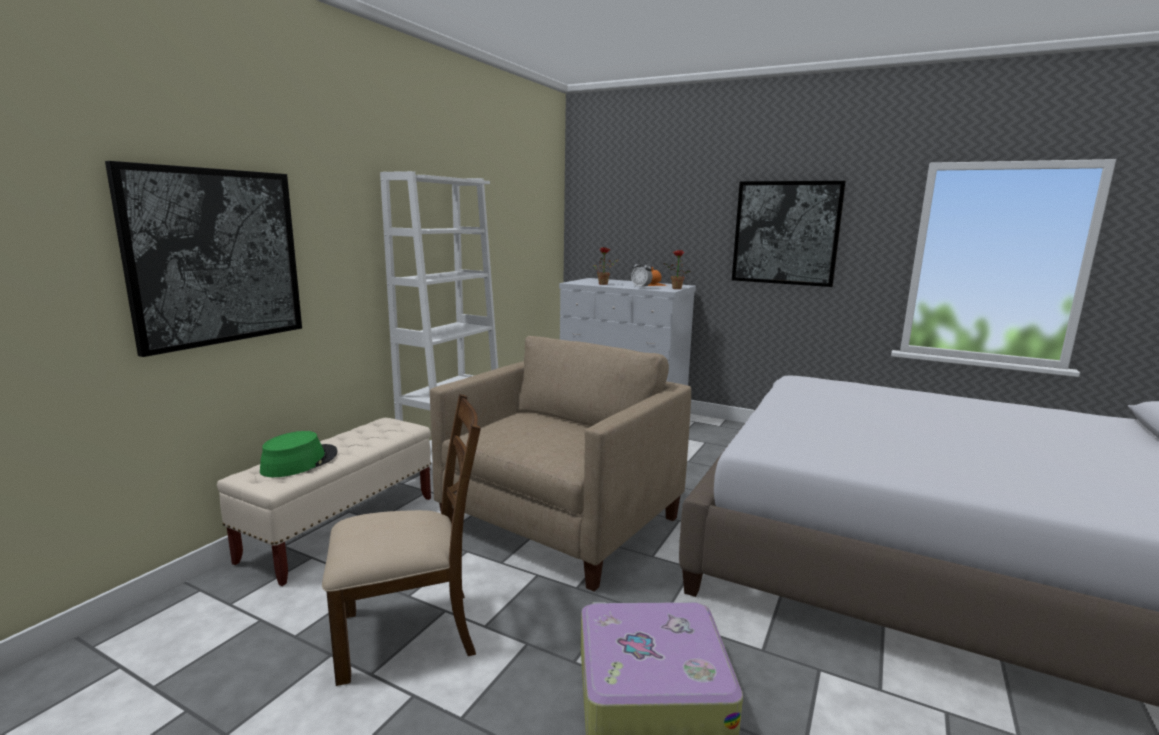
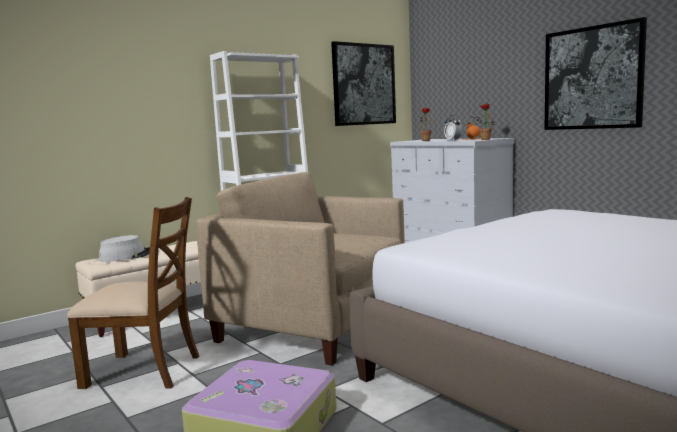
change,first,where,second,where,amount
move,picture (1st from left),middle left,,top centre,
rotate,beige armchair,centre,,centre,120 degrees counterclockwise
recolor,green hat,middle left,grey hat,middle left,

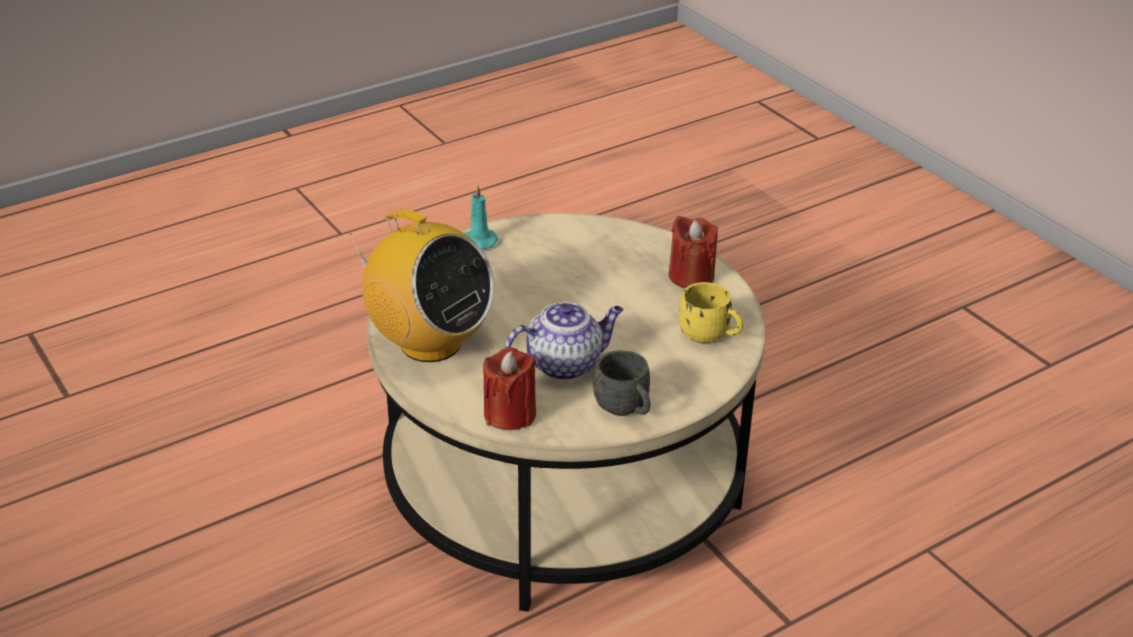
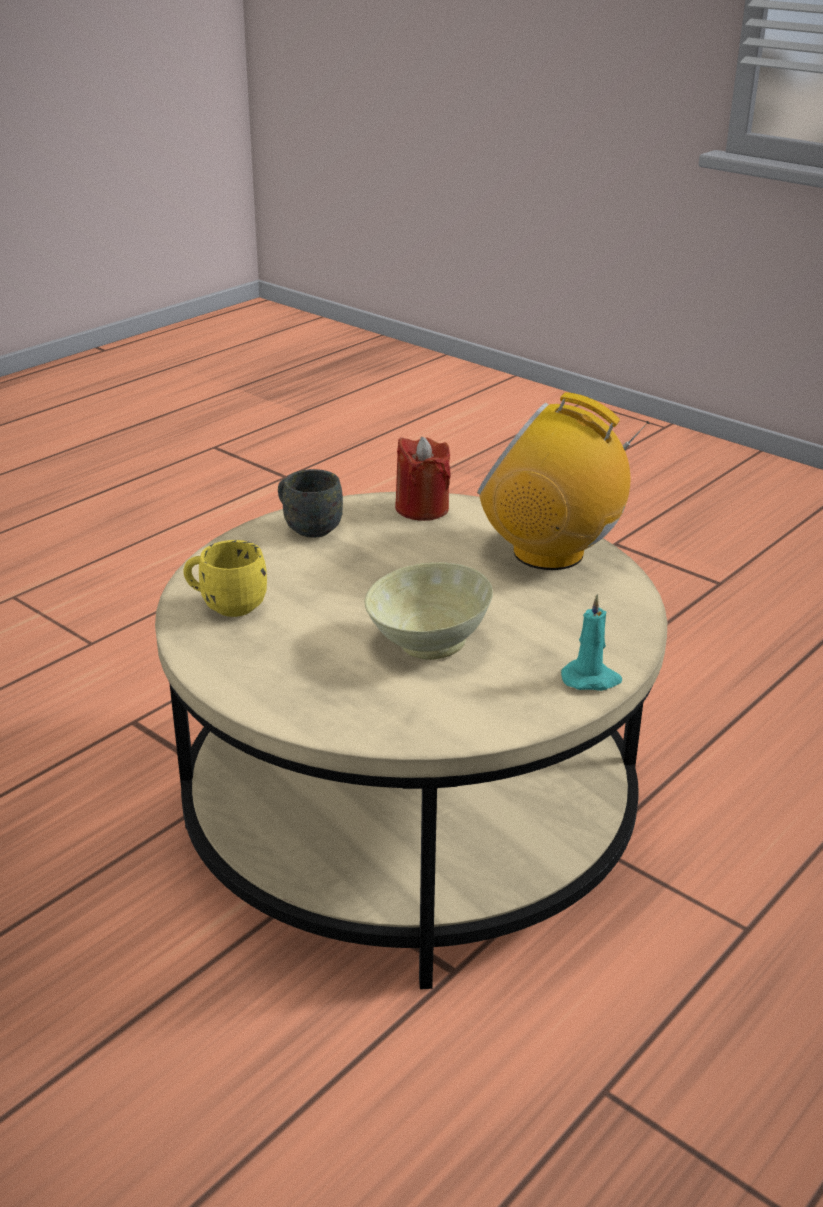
change,first,where,second,where,amount
delete,red candle (2nd from left),centre,,,
delete,teapot,centre,,,
insert,,,beige bowl,centre,

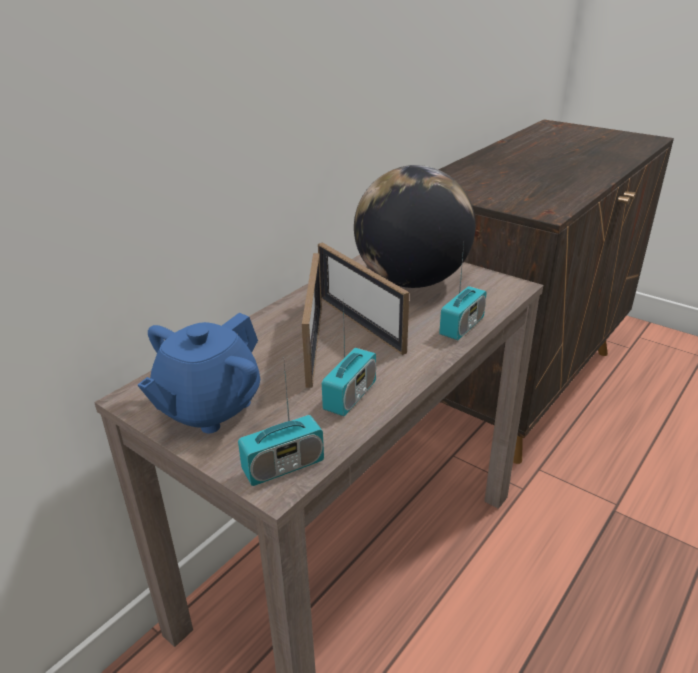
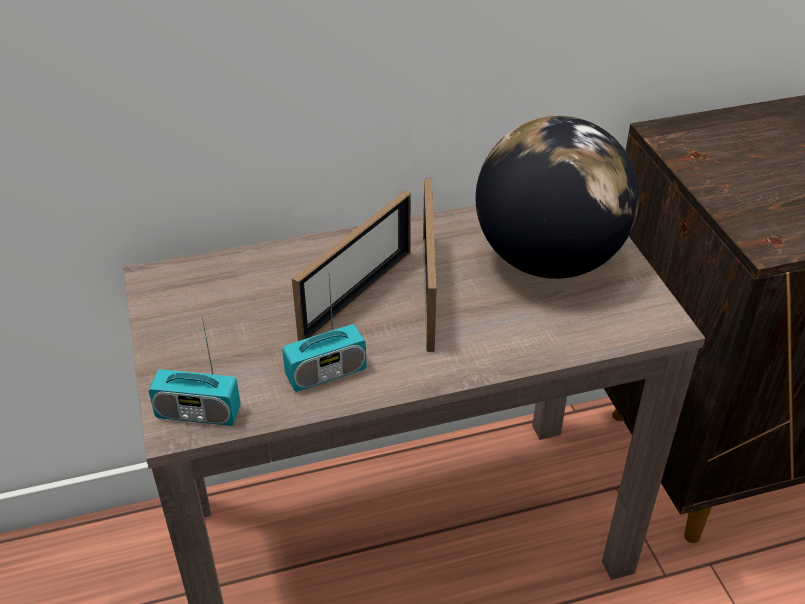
change,first,where,second,where,amount
delete,radio (3rd from left),centre,,,
delete,blue teapot,middle left,,,

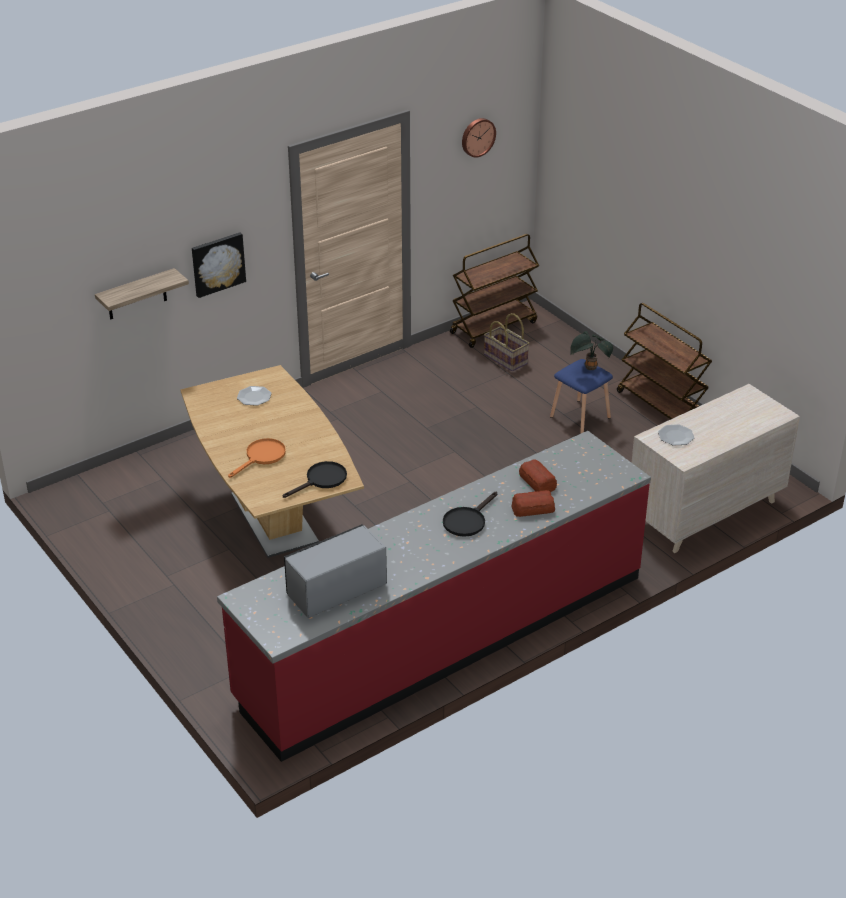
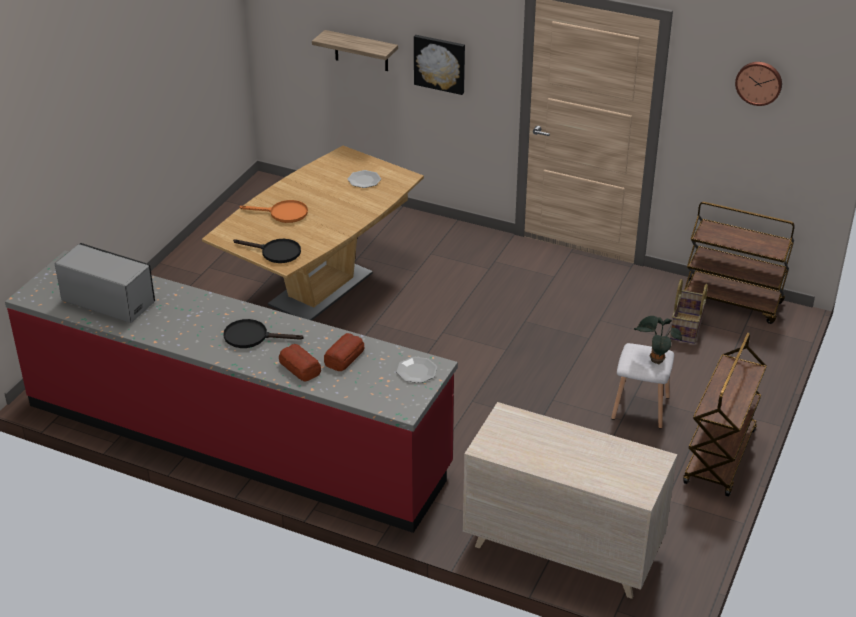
change,first,where,second,where,amount
recolor,blue stool,middle right,white stool,middle right,
move,plate (2nd from left),middle right,,centre,

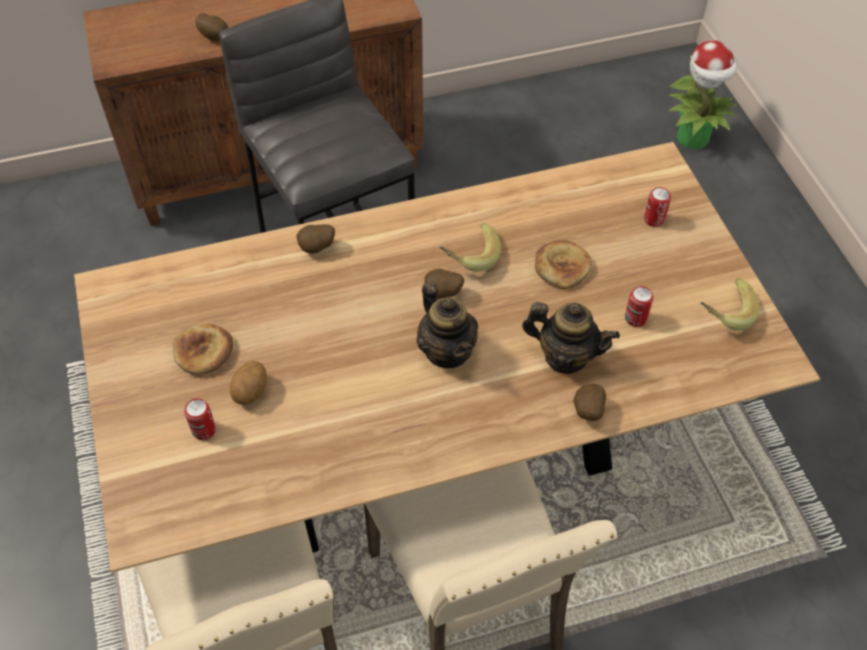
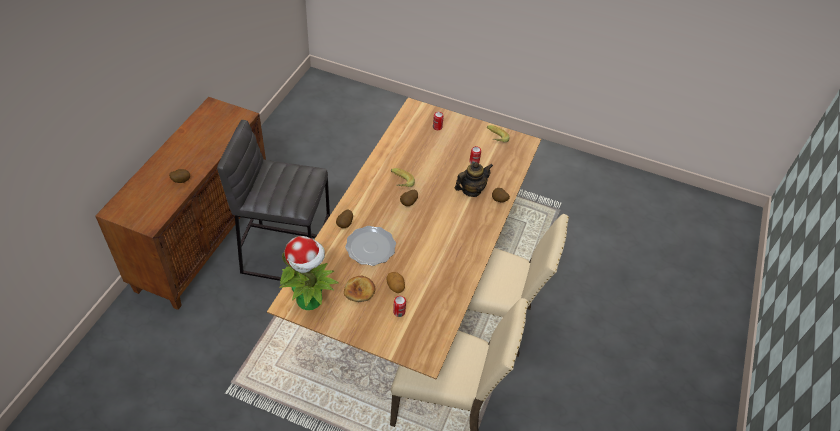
change,first,where,second,where,amount
move,potted plant,top right,,centre,
delete,bread (2nd from left),centre,,,
delete,teapot (1st from left),centre,,,
insert,,,plate,centre,

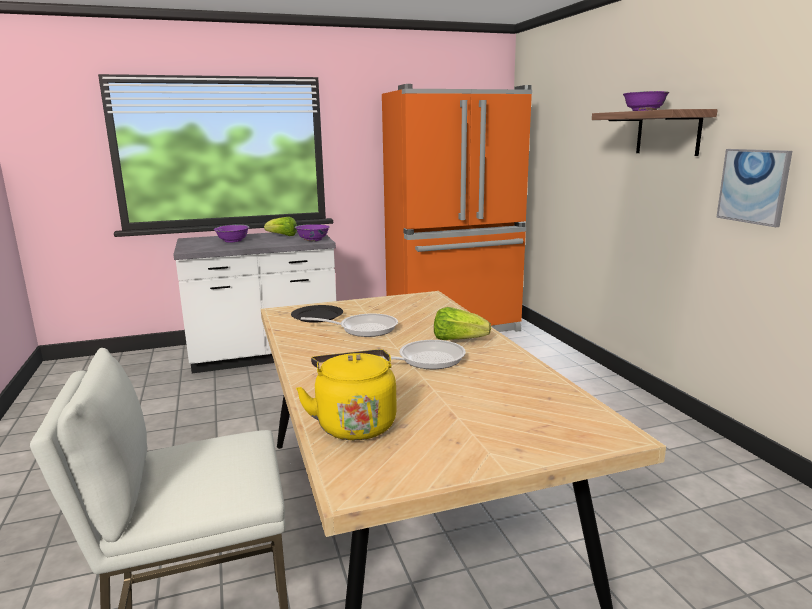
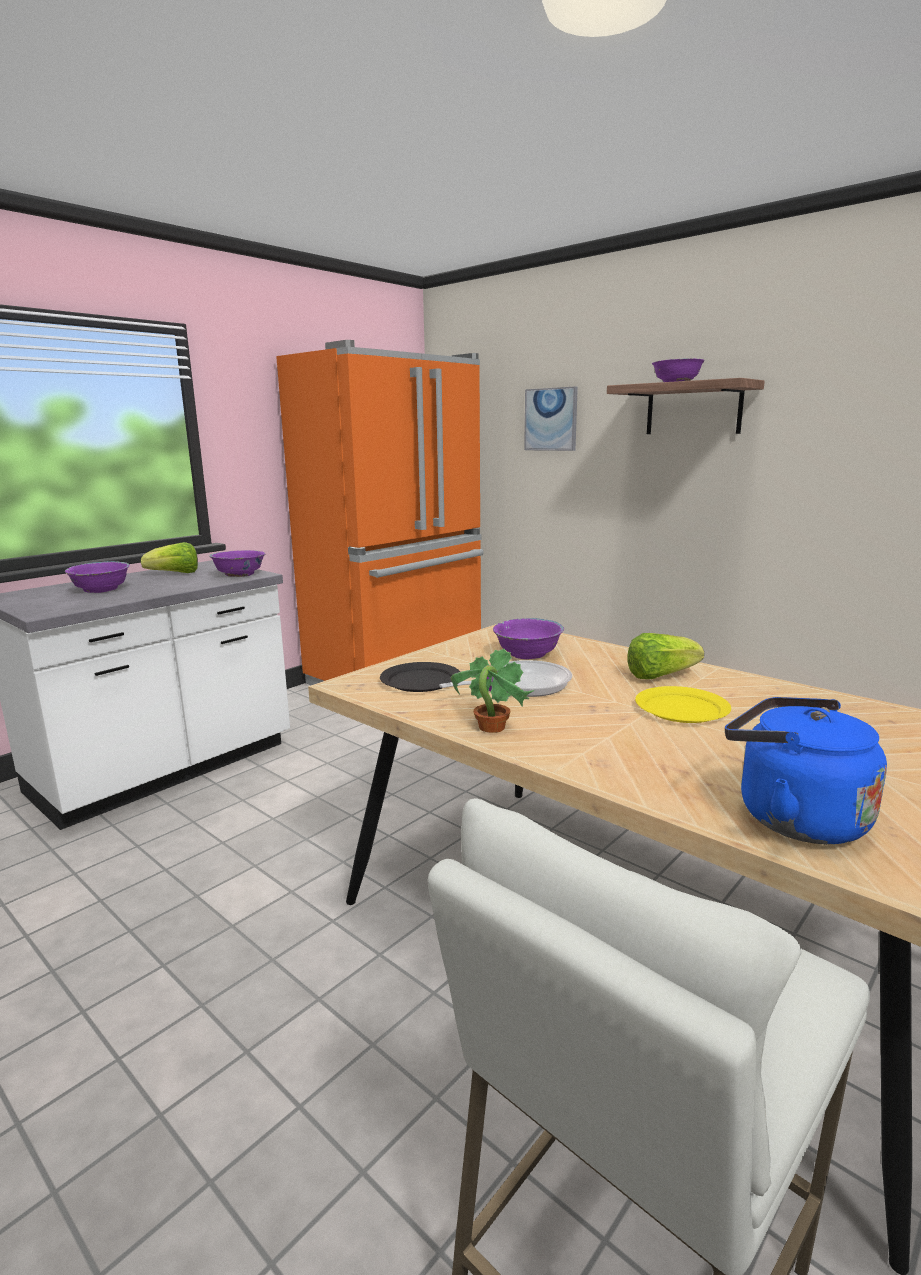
change,first,where,second,where,amount
move,picture,top right,,top centre,
replace,frying pan (2nd from left),centre,yellow plate,middle right,
recolor,yellow kettle,centre,blue kettle,middle right,
insert,,,purple bowl (3rd from left),centre,
insert,,,potted plant,centre,

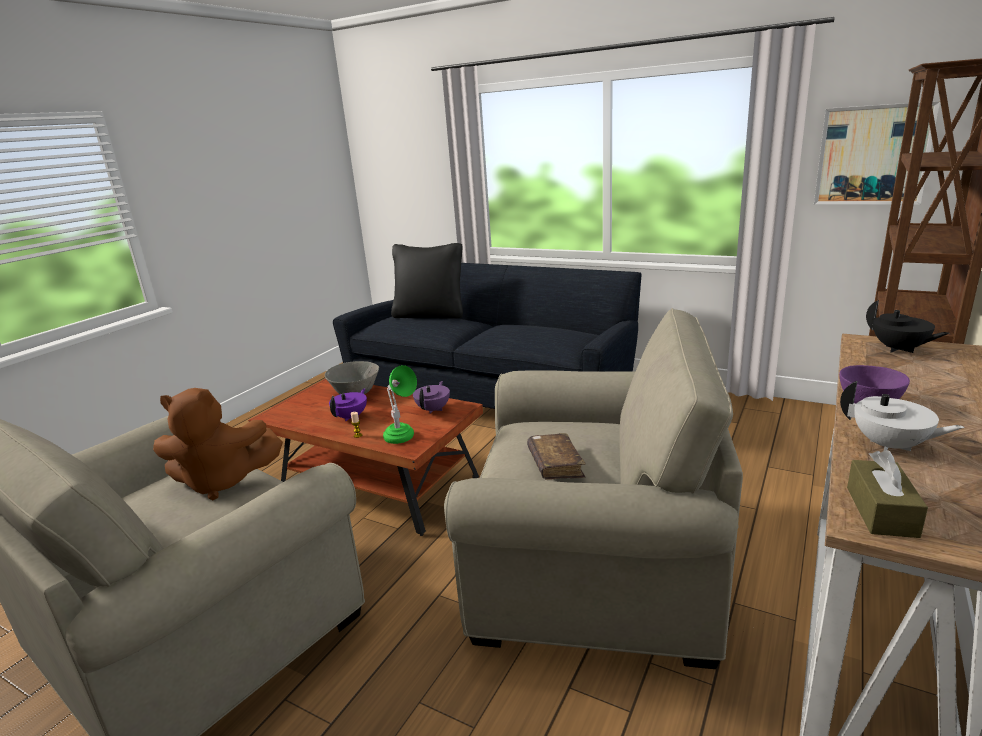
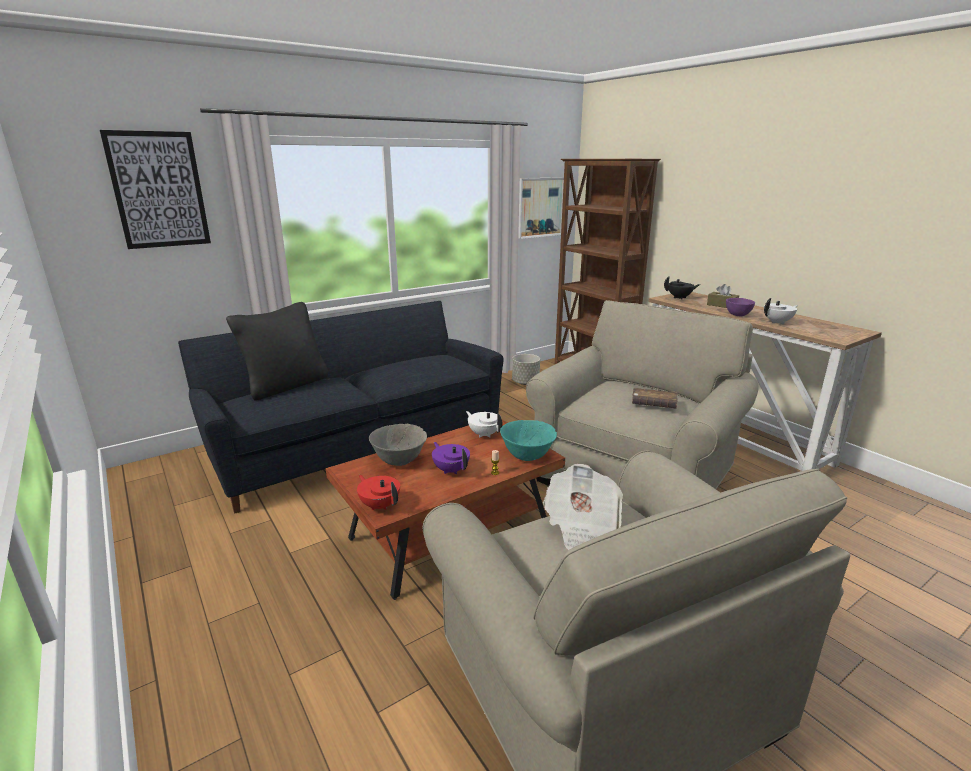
change,first,where,second,where,amount
replace,green table lamp,centre,turquoise bowl,centre,
recolor,purple teapot (2nd from left),centre,white teapot (1st from left),centre,
replace,brown plush toy,middle left,newspaper,centre,
move,brown tissue box,bottom right,,middle right,
insert,,,picture (1st from left),top left,
insert,,,grey planter,centre,
insert,,,red teapot,centre,

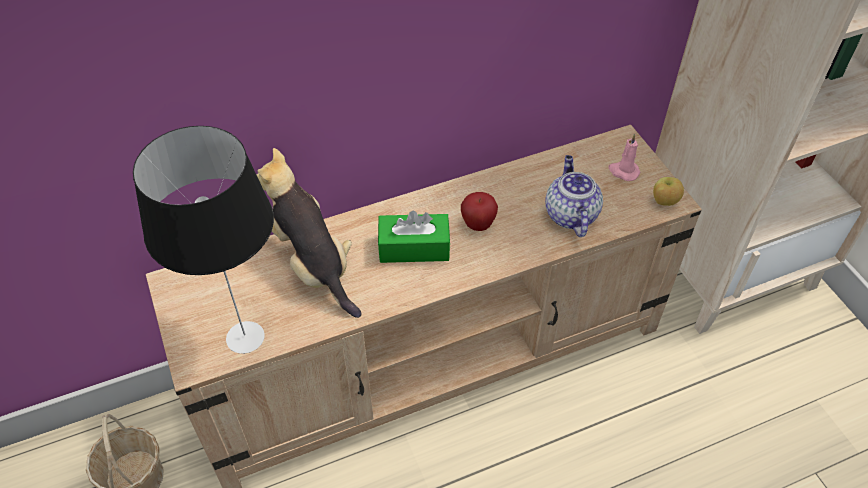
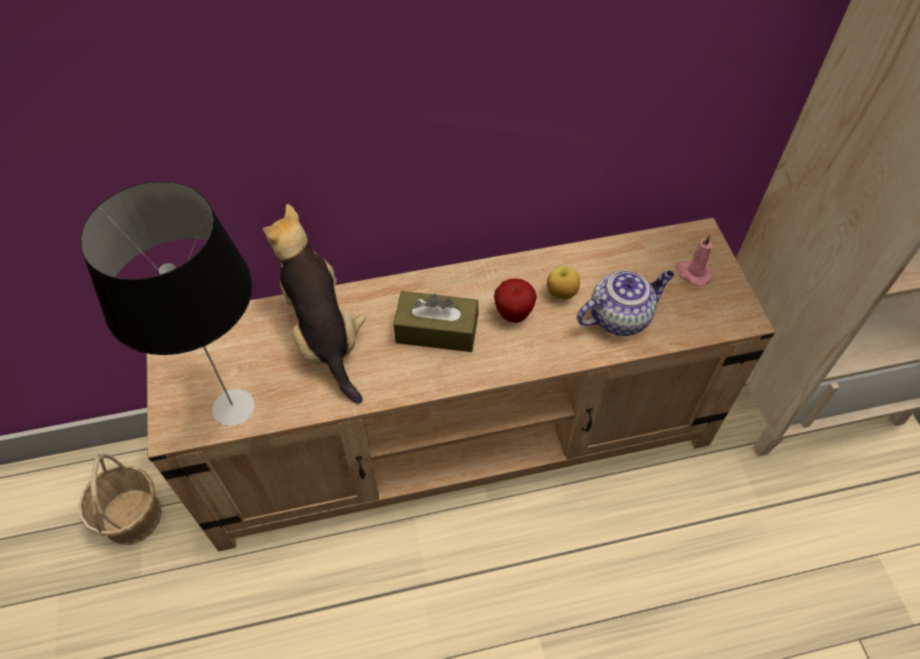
change,first,where,second,where,amount
rotate,teapot,centre,,middle right,60 degrees clockwise
move,apple (2nd from left),middle right,,centre,
recolor,green tissue box,centre,brown tissue box,centre,

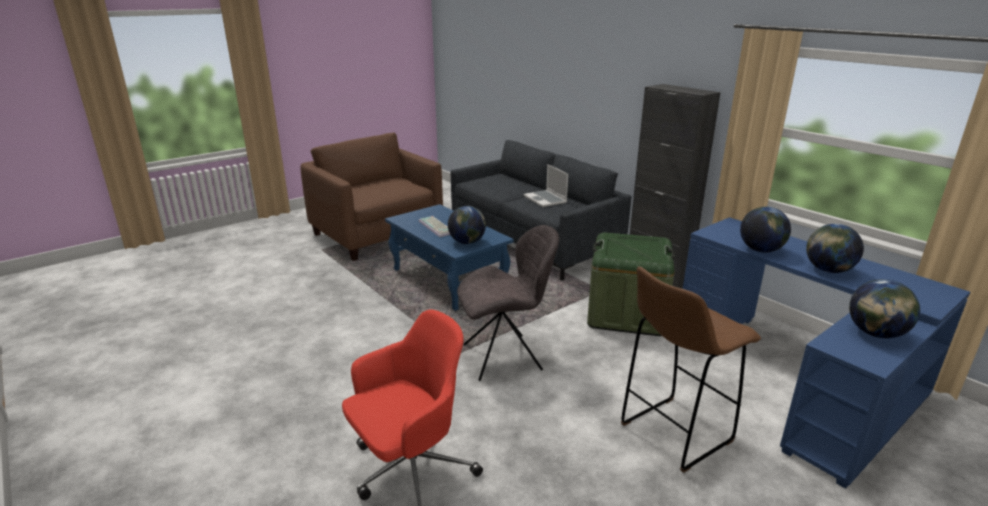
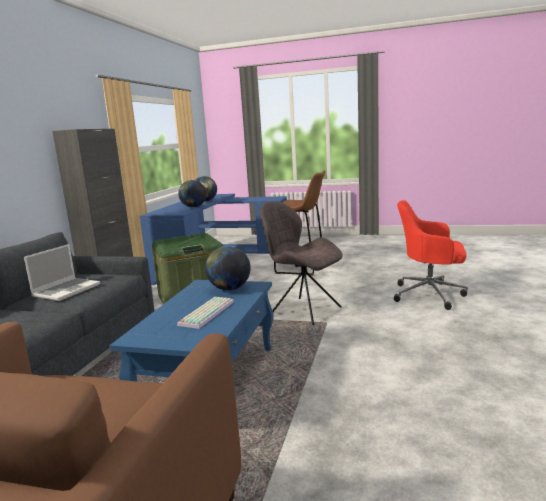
change,first,where,second,where,amount
delete,globe (4th from left),middle right,,,

